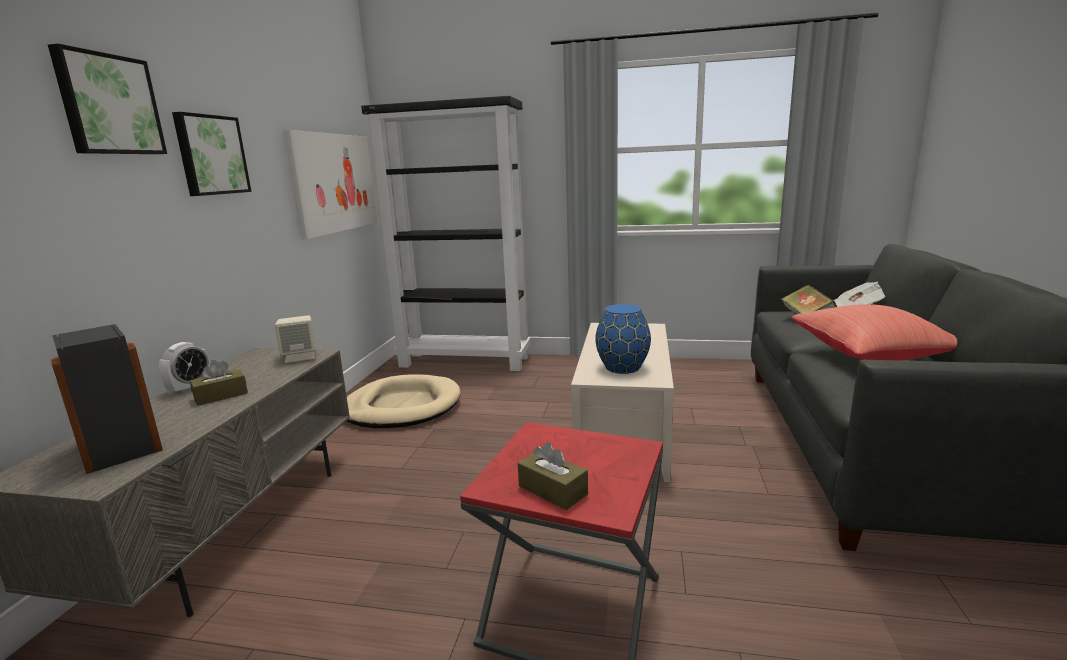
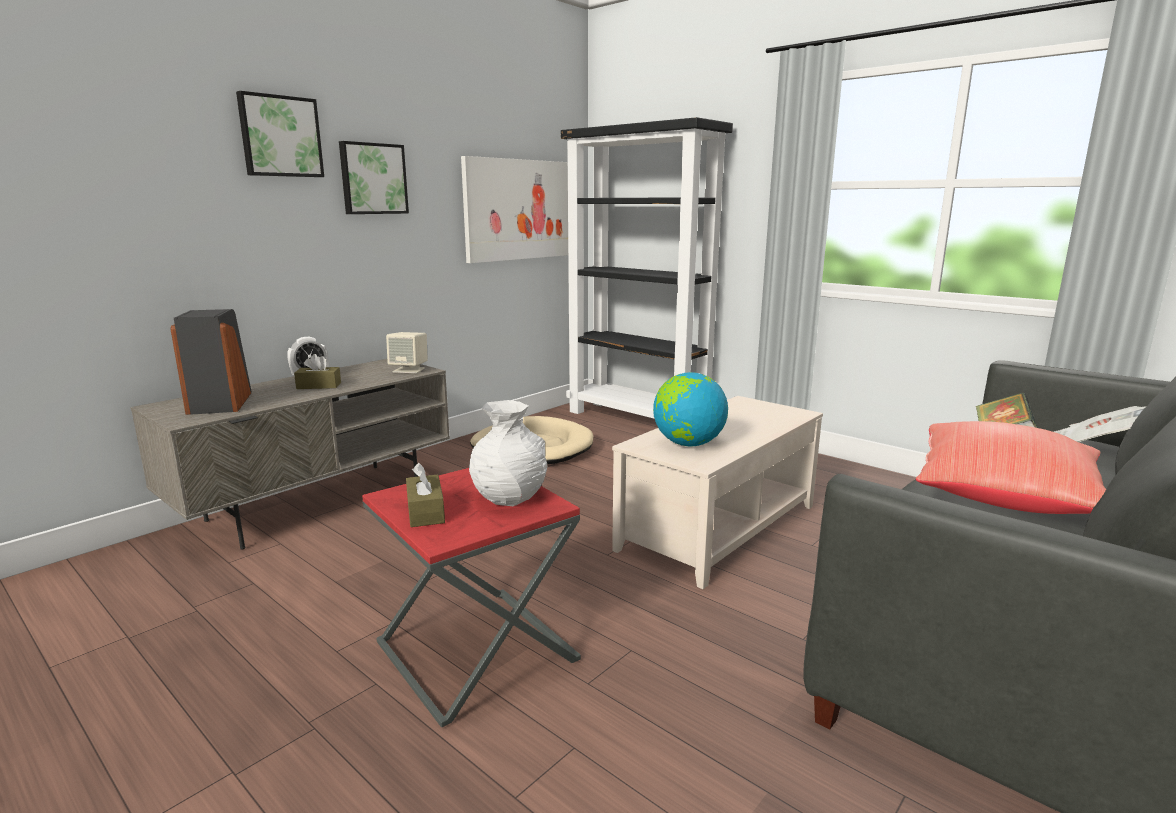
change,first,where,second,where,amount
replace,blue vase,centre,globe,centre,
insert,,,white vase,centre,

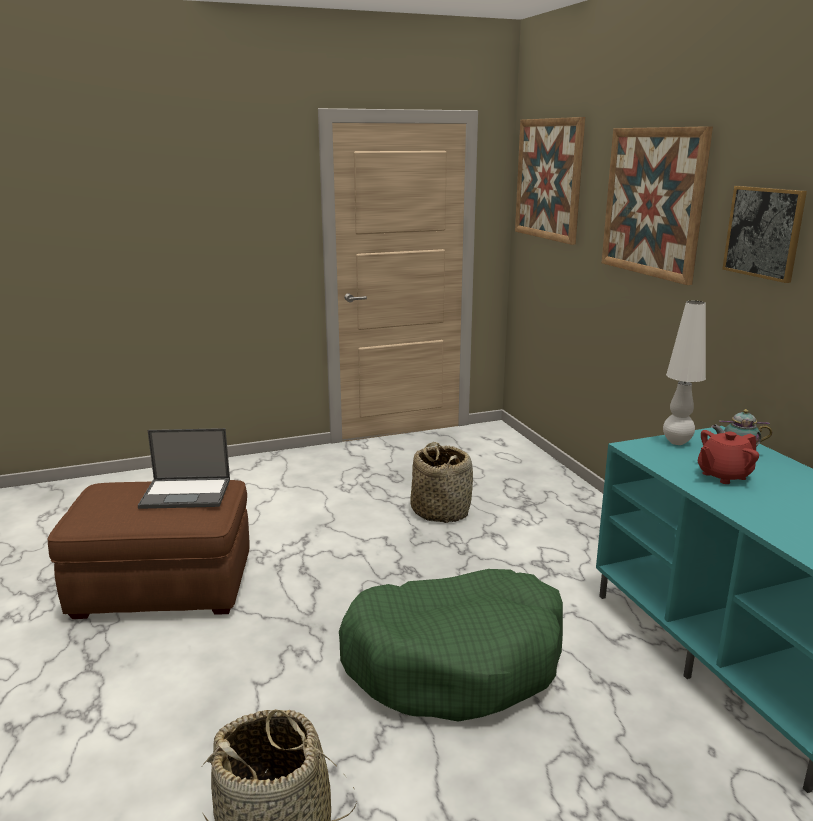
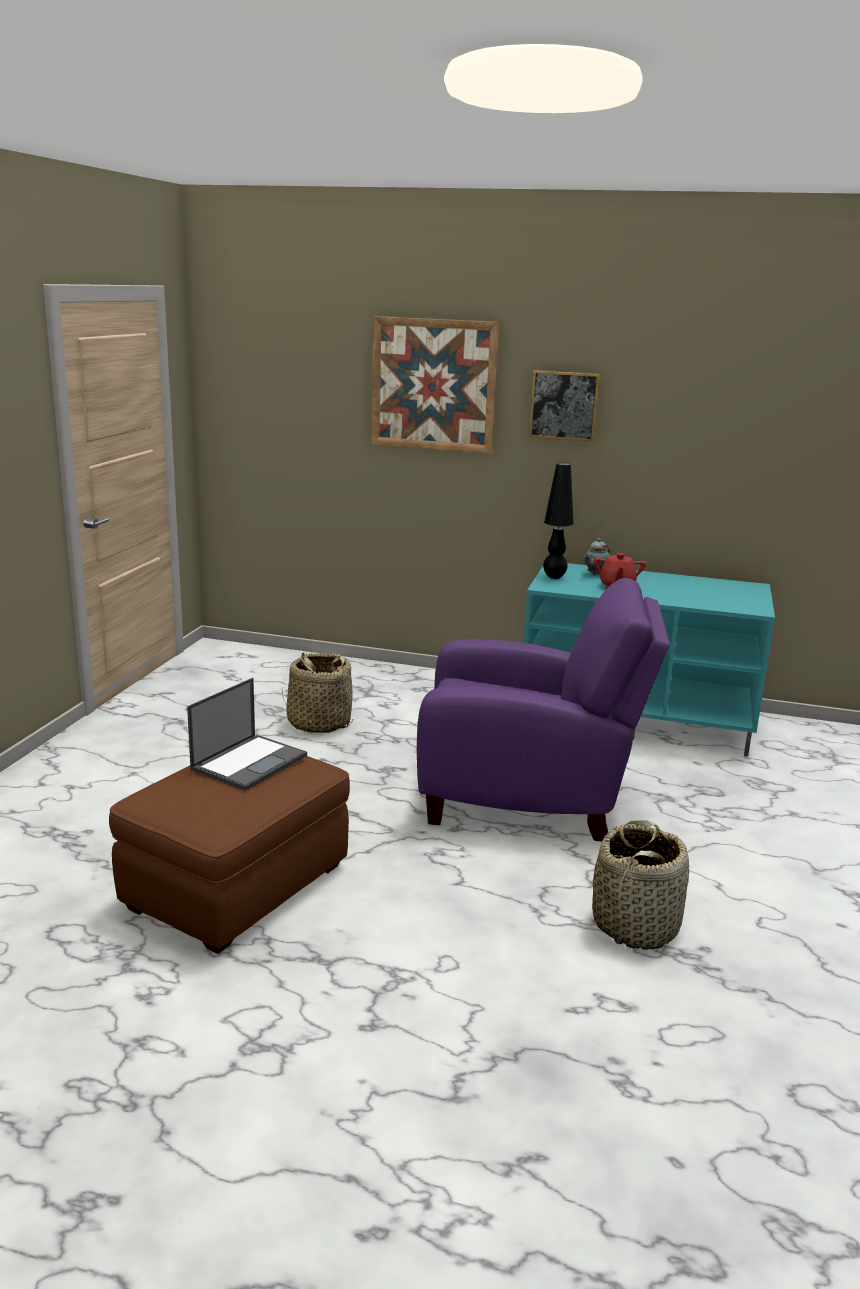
change,first,where,second,where,amount
delete,picture (1st from left),top right,,,
recolor,white table lamp,middle right,black table lamp,centre,
replace,green dog bed,bottom centre,purple armchair,centre,

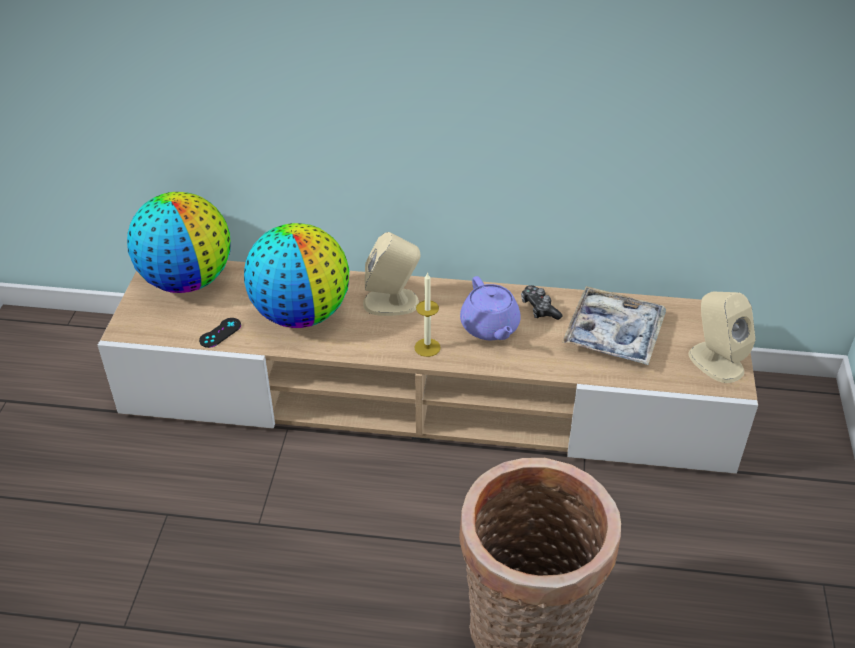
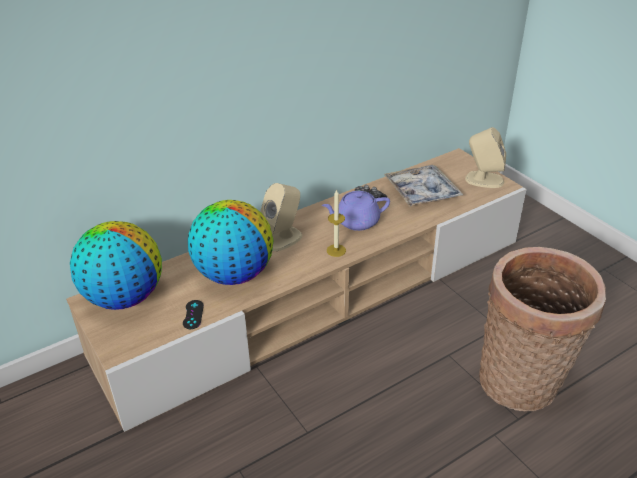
change,first,where,second,where,amount
rotate,purple teapot,centre,,centre,135 degrees clockwise

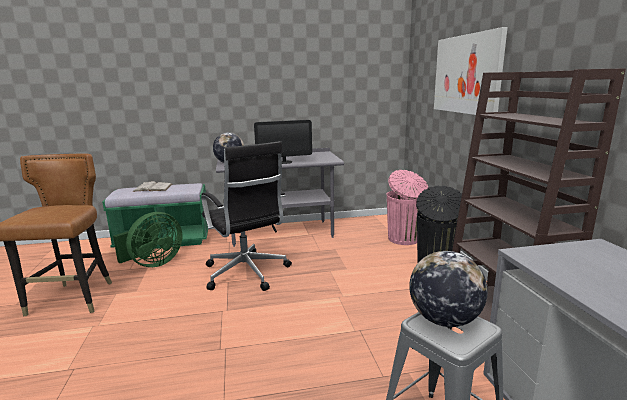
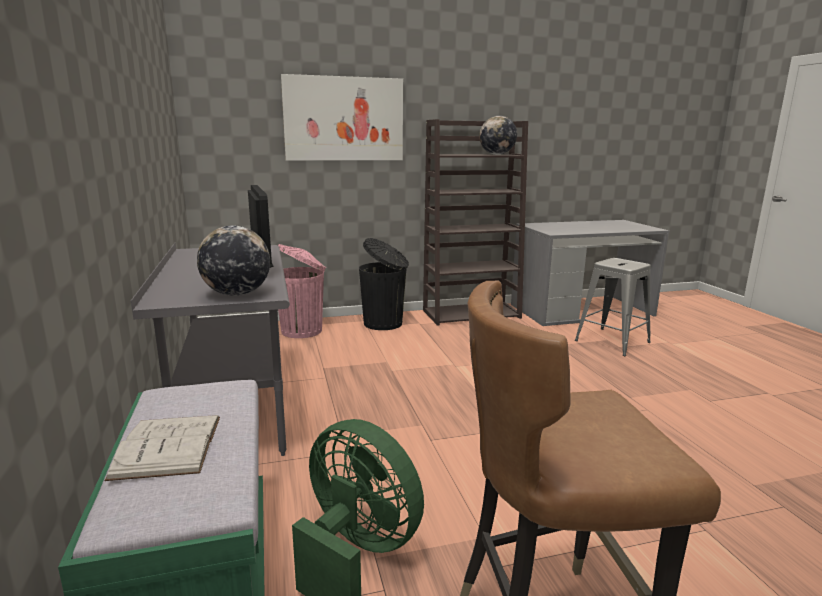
change,first,where,second,where,amount
delete,black office chair,centre,,,
move,globe (2nd from left),bottom right,,top centre,

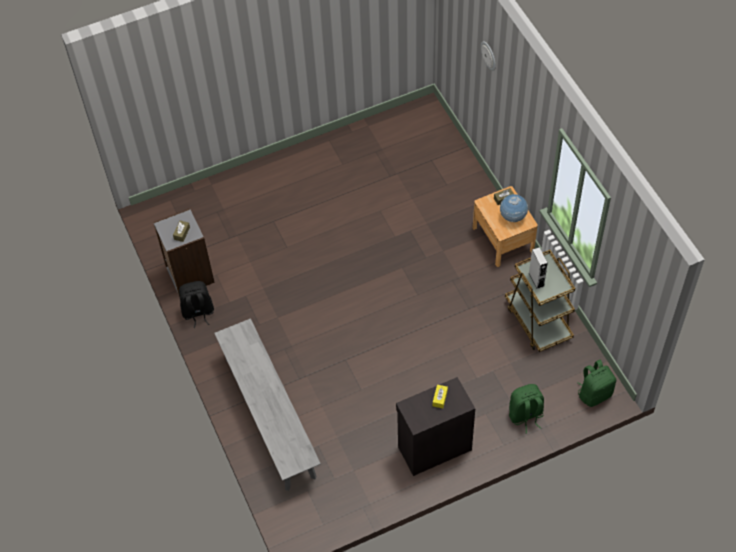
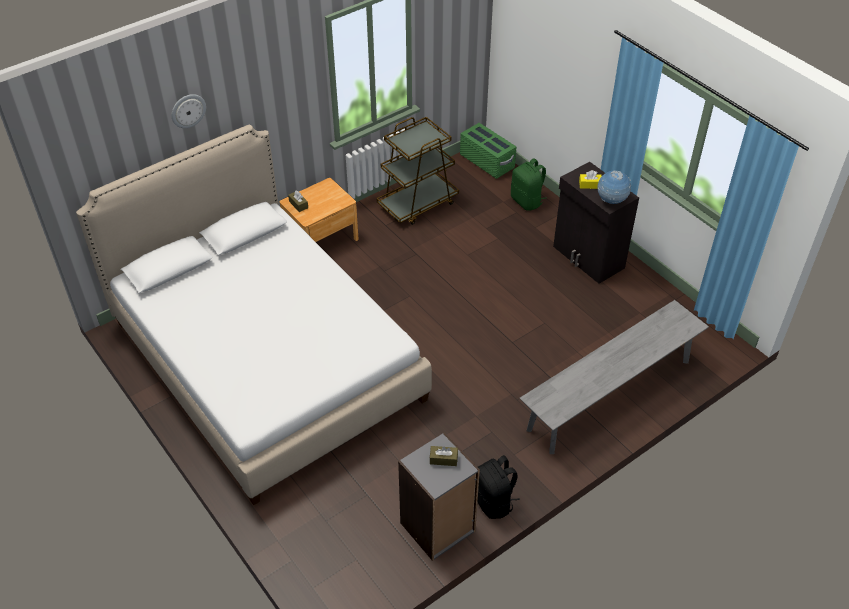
change,first,where,second,where,amount
move,globe,middle right,,top right,
delete,grey speaker,middle right,,,
replace,green backpack (2nd from left),bottom right,green storage box,top centre,
insert,,,bed,middle left,

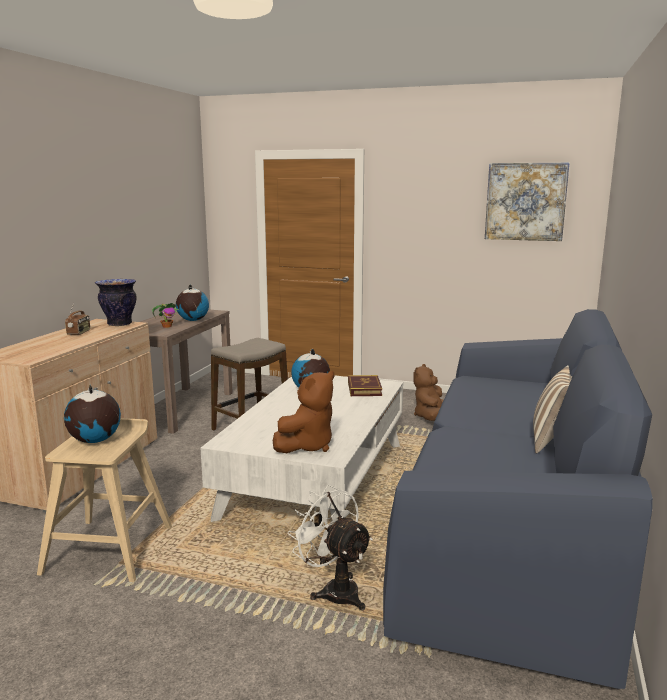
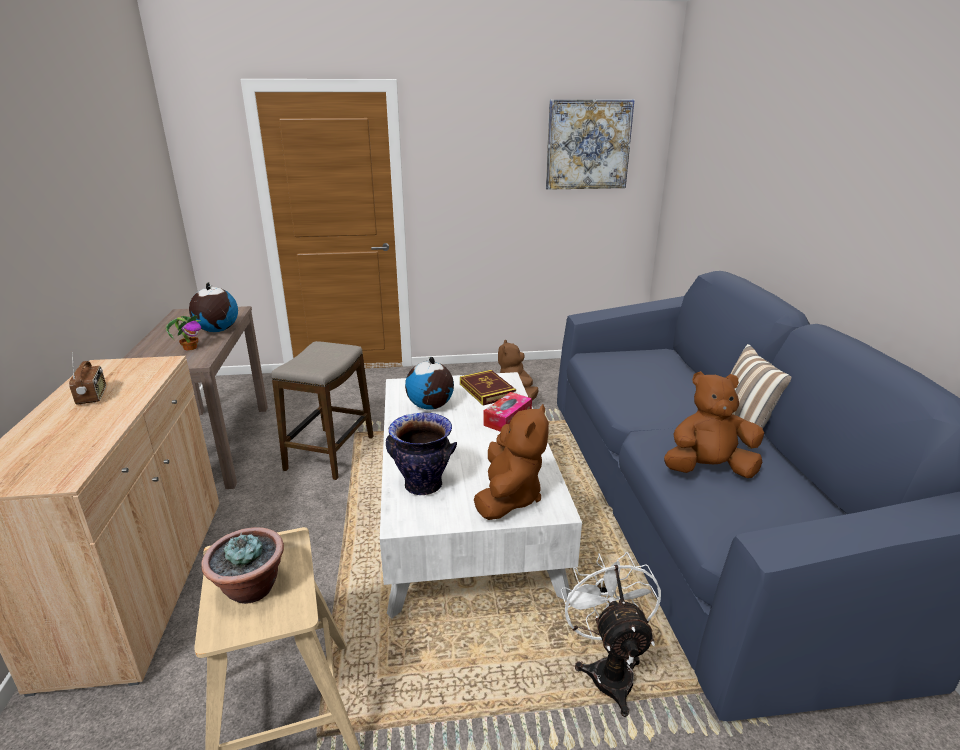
change,first,where,second,where,amount
move,vase,middle left,,centre,
replace,globe (1st from left),middle left,potted plant (2nd from left),bottom left,
rotate,white fan,bottom centre,,bottom centre,60 degrees clockwise
insert,,,brown plush toy (3rd from left),middle right,
insert,,,tissue box,centre,

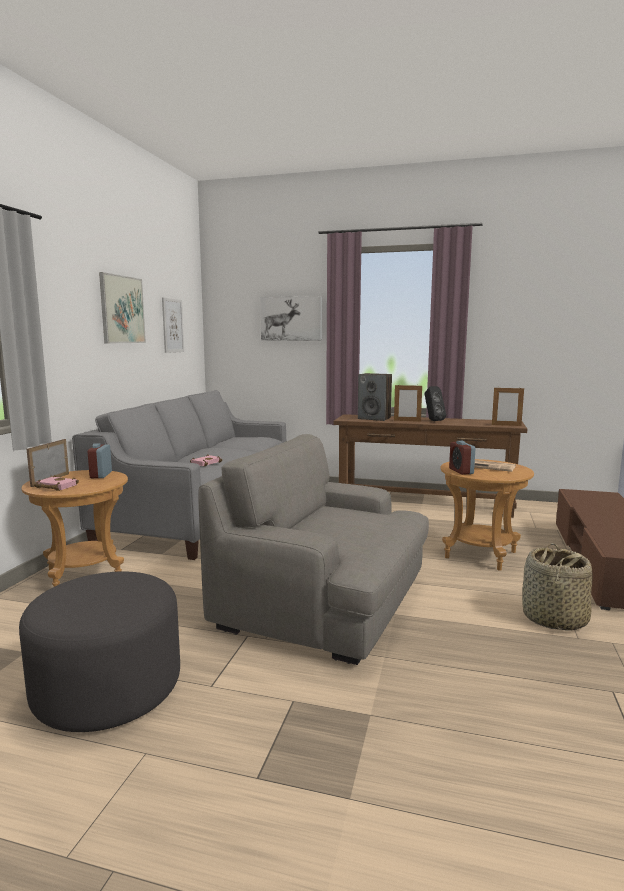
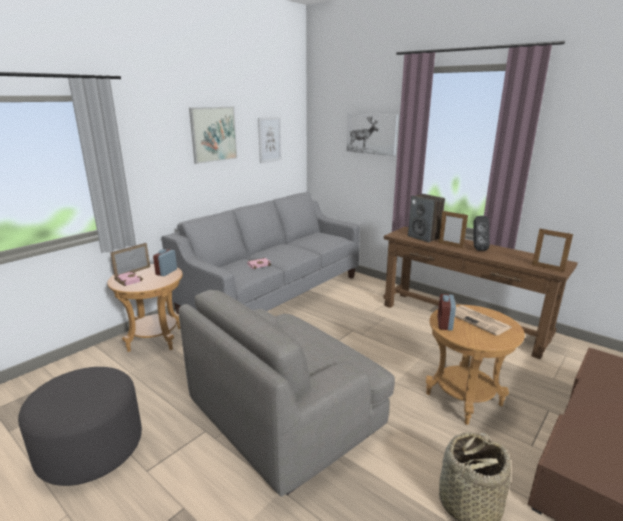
change,first,where,second,where,amount
rotate,grey armchair,centre,,bottom centre,90 degrees counterclockwise

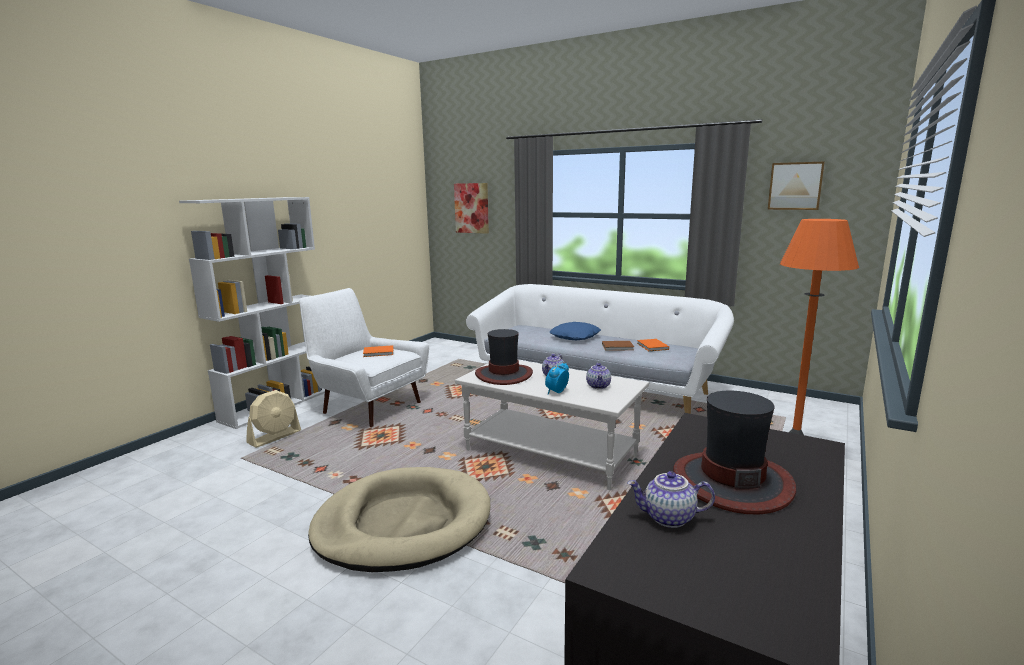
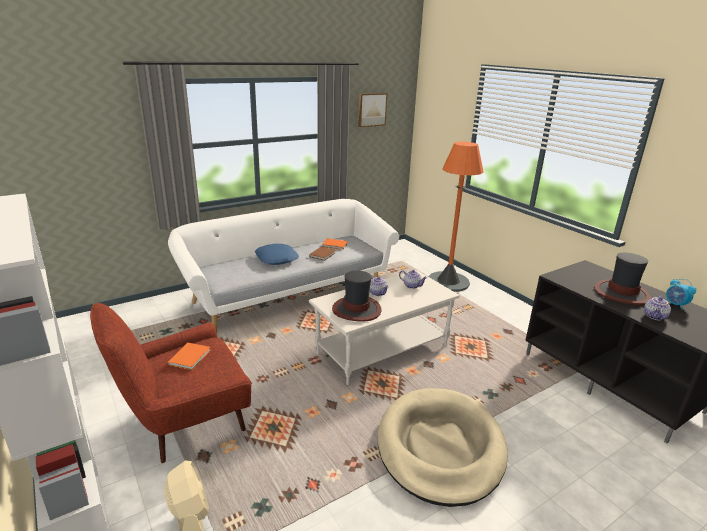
change,first,where,second,where,amount
delete,picture (1st from left),top centre,,,
recolor,white armchair,centre,red armchair,bottom left,
move,alarm clock,centre,,middle right,

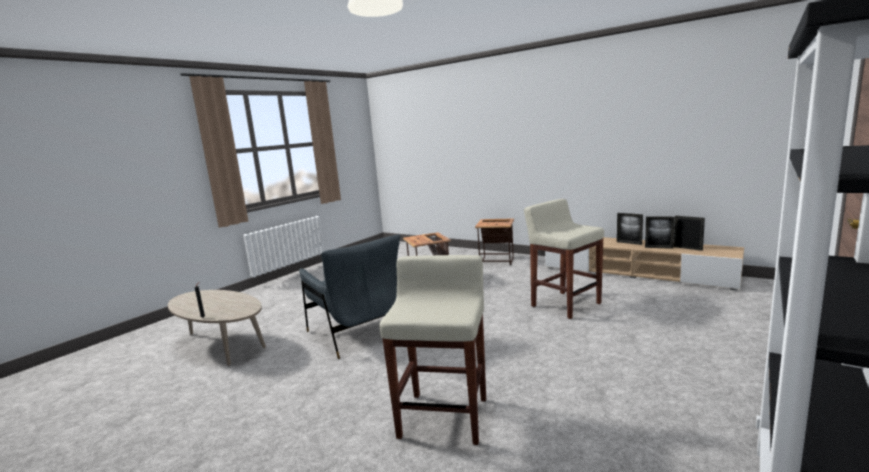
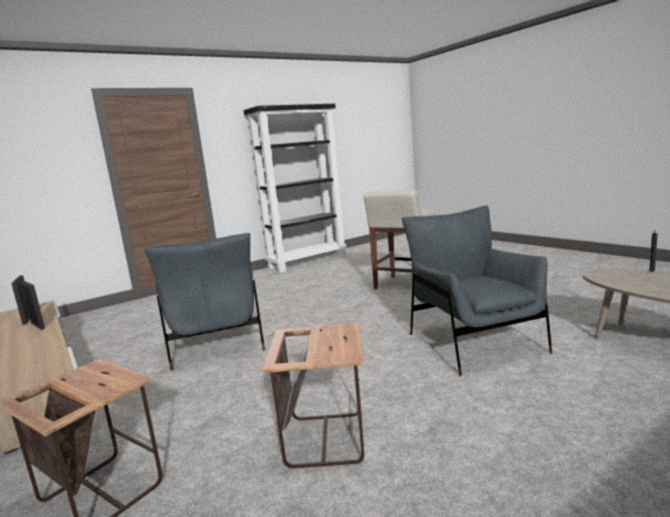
change,first,where,second,where,amount
replace,beige stool (2nd from left),centre,grey armchair (1st from left),middle left,
delete,picture frame (1st from left),middle right,,,

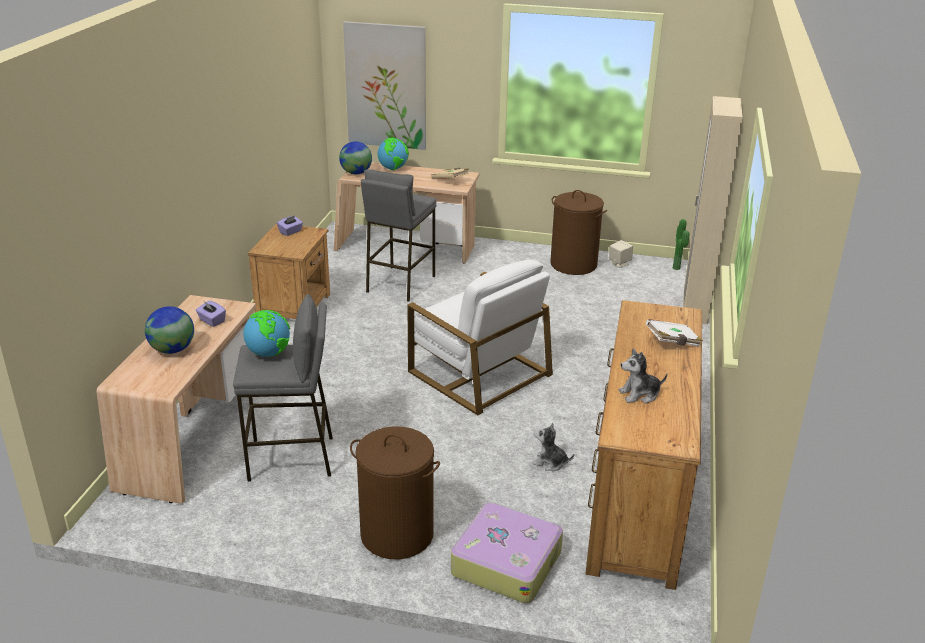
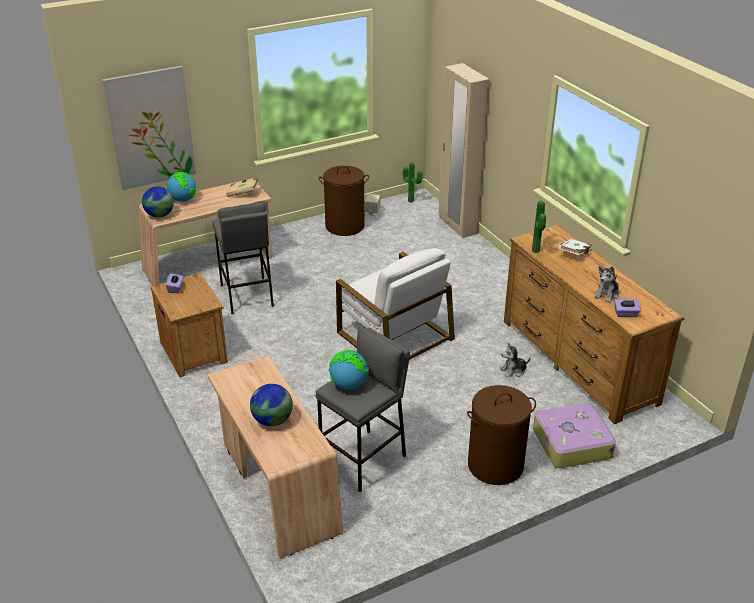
change,first,where,second,where,amount
rotate,white armchair,centre,,centre,45 degrees clockwise
move,purple tissue box (1st from left in the first image),middle left,purple tissue box (2nd from left),middle right,
insert,,,potted plant (2nd from left),middle right,

